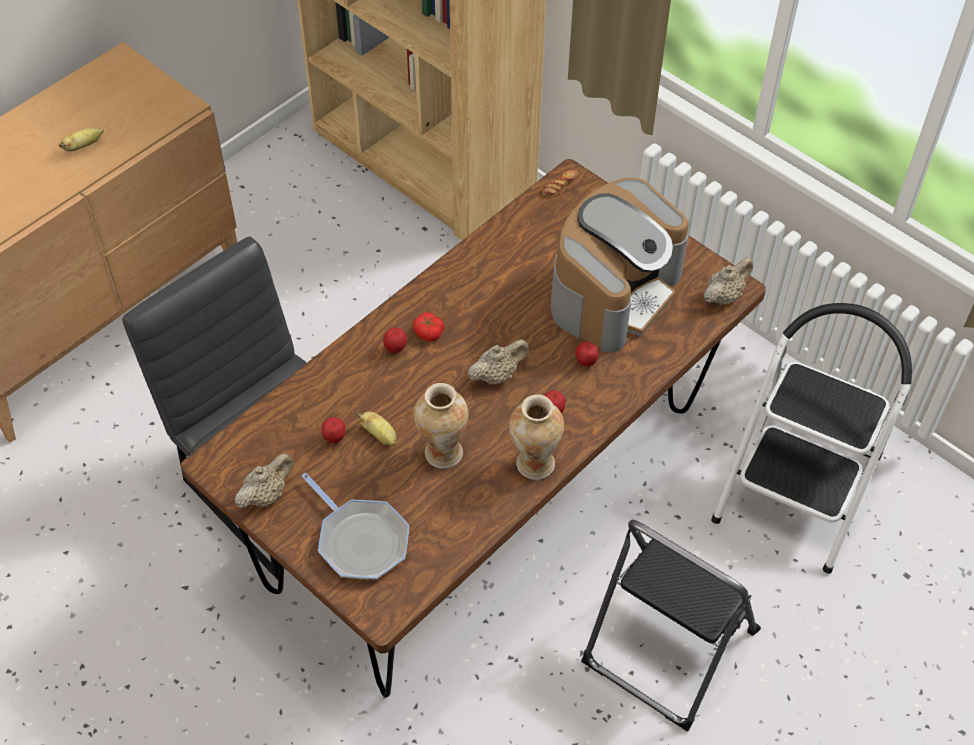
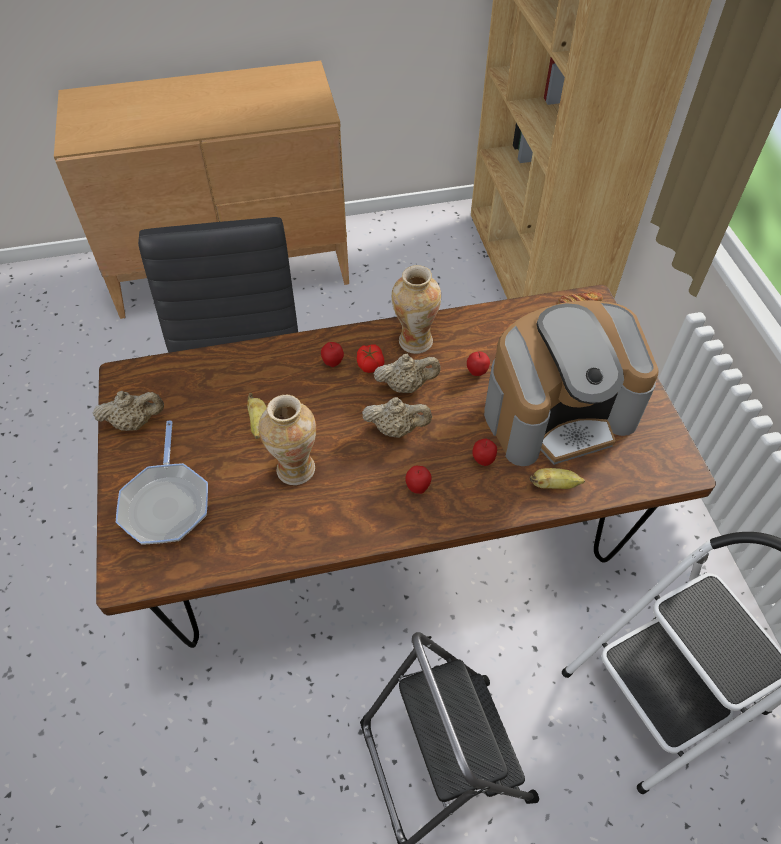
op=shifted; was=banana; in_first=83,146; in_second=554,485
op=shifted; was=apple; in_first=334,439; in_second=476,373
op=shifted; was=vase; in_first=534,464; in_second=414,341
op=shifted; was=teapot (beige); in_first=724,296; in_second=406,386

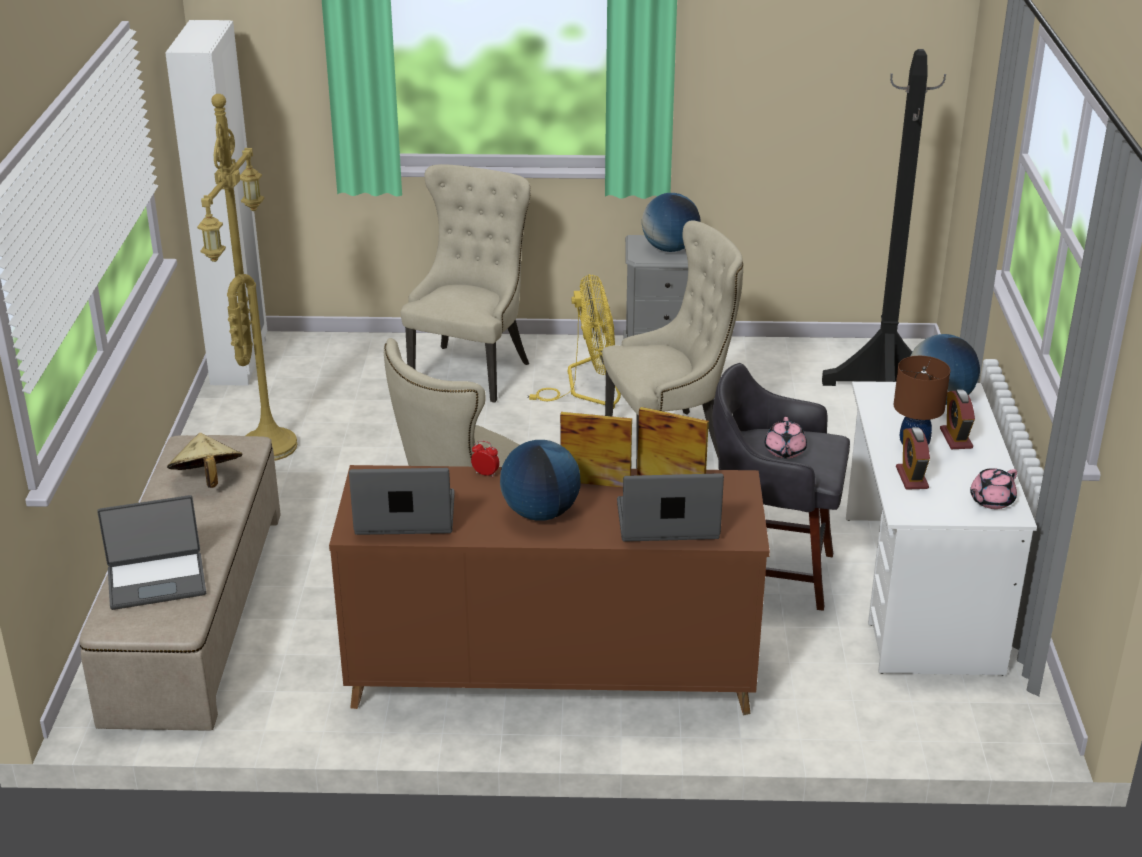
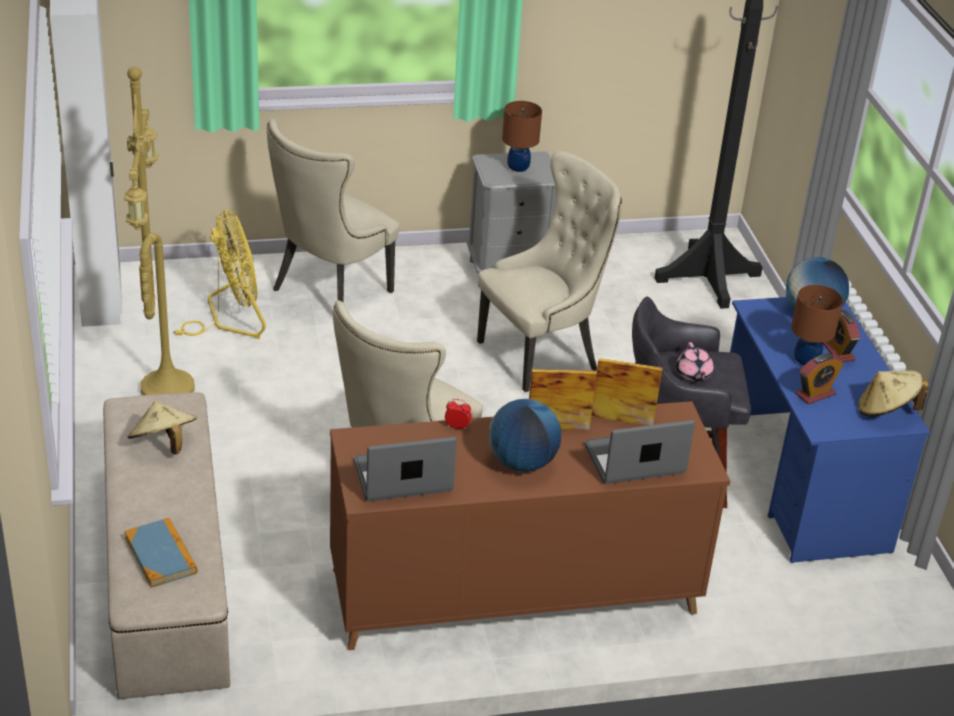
op=shifted; was=fan (yellow); in_first=586,384; in_second=228,314
op=swapped; was=laptop; now=book; in_first=157,581; in_second=161,555
op=swapped; was=globe; now=table lamp (brown); in_first=670,249; in_second=519,168
op=swapped; was=teapot (pink); now=hat (beige); in_first=990,501; in_second=886,411
op=repainted; was=desk (white); now=desk (blue); in_first=919,592; in_second=800,482
op=rotated; was=chair (beige); in_first=470,372; in_second=331,293; clockwise=-150
op=rotated; was=alarm clock; in_first=912,478; in_second=815,394; clockwise=-105

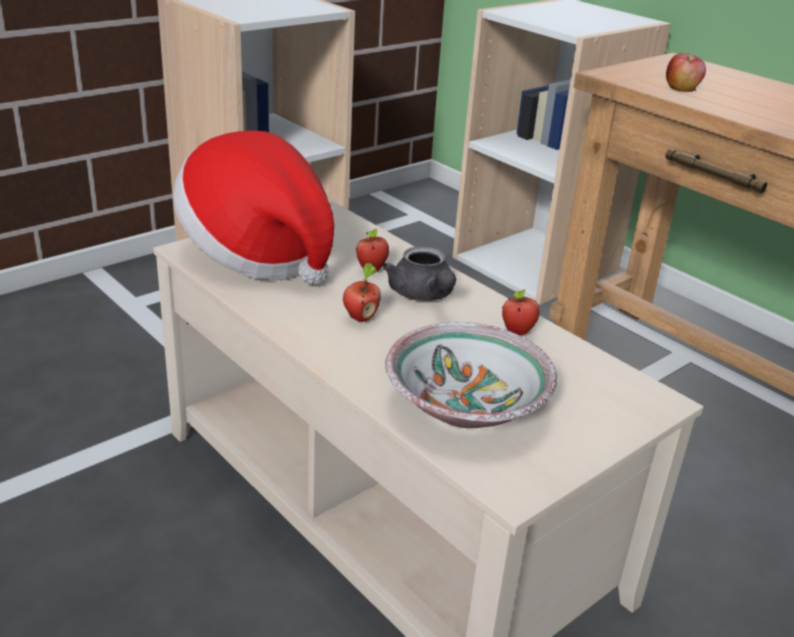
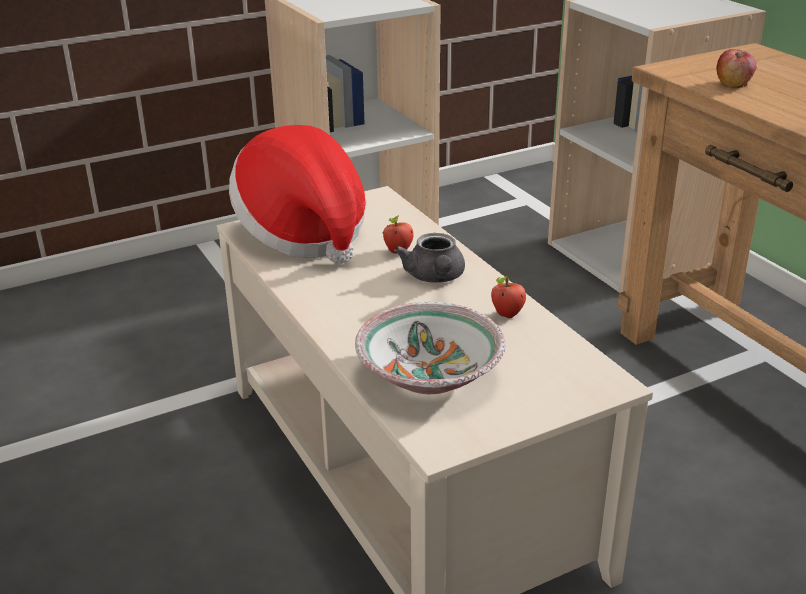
op=gone; was=apple; in_first=360,317

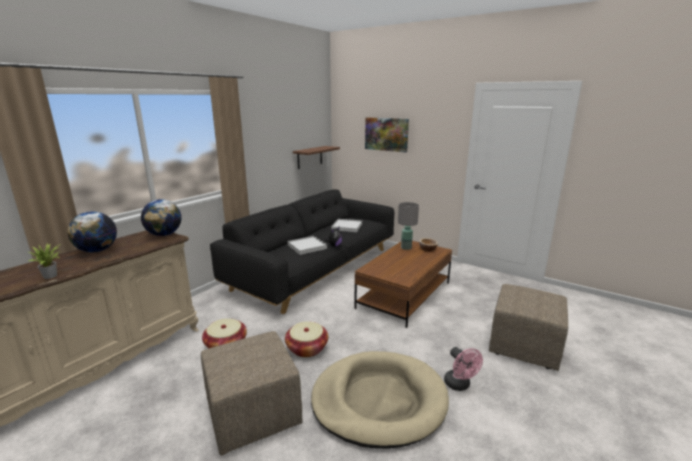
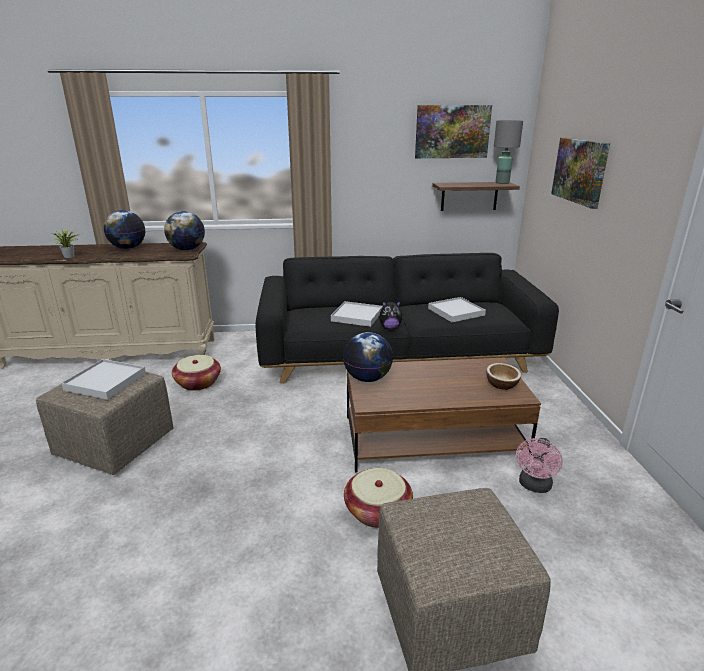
op=gone; was=dog bed (beige); in_first=378,400
op=new; now=tray (white); in_second=105,382
op=new; now=globe; in_second=367,378
op=new; now=picture; in_second=452,131
op=shifted; was=basket; in_first=307,348; in_second=377,511
op=shifted; was=table lamp (grey); in_first=406,248; in_second=501,183
op=shifted; was=fan (pink); in_first=459,385; in_second=534,486

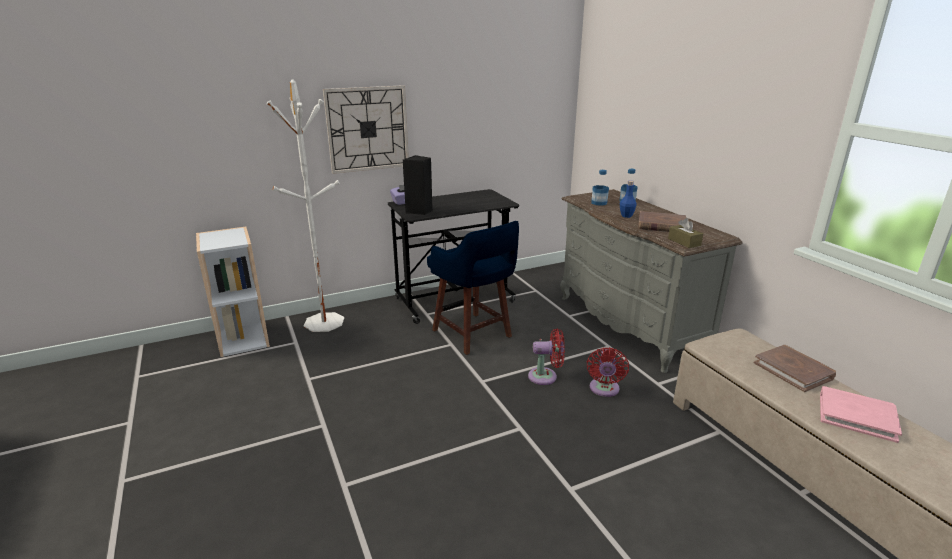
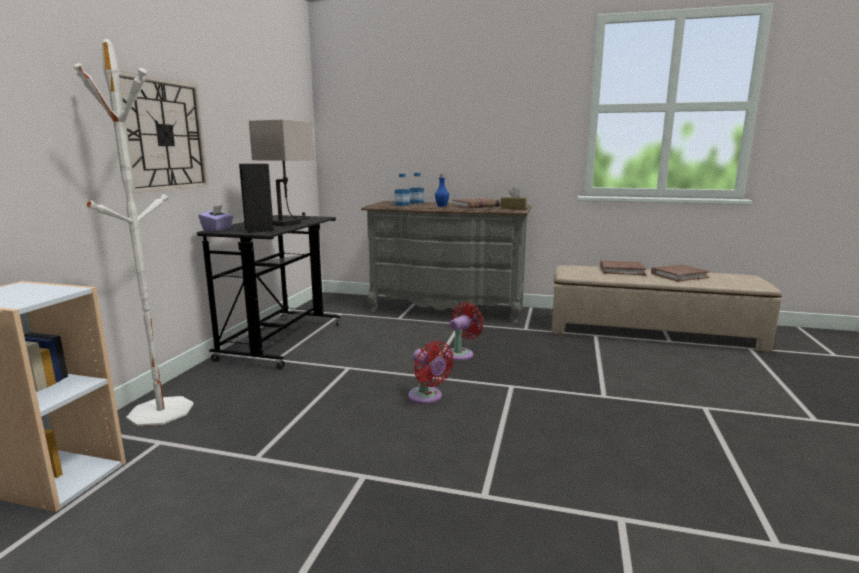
op=gone; was=stool (blue); in_first=473,335
op=new; now=table lamp; in_second=291,221
op=shifted; was=fan (red); in_first=604,390; in_second=427,397
op=repainted; was=book (pink); now=book (brown); in_first=856,416; in_second=679,275

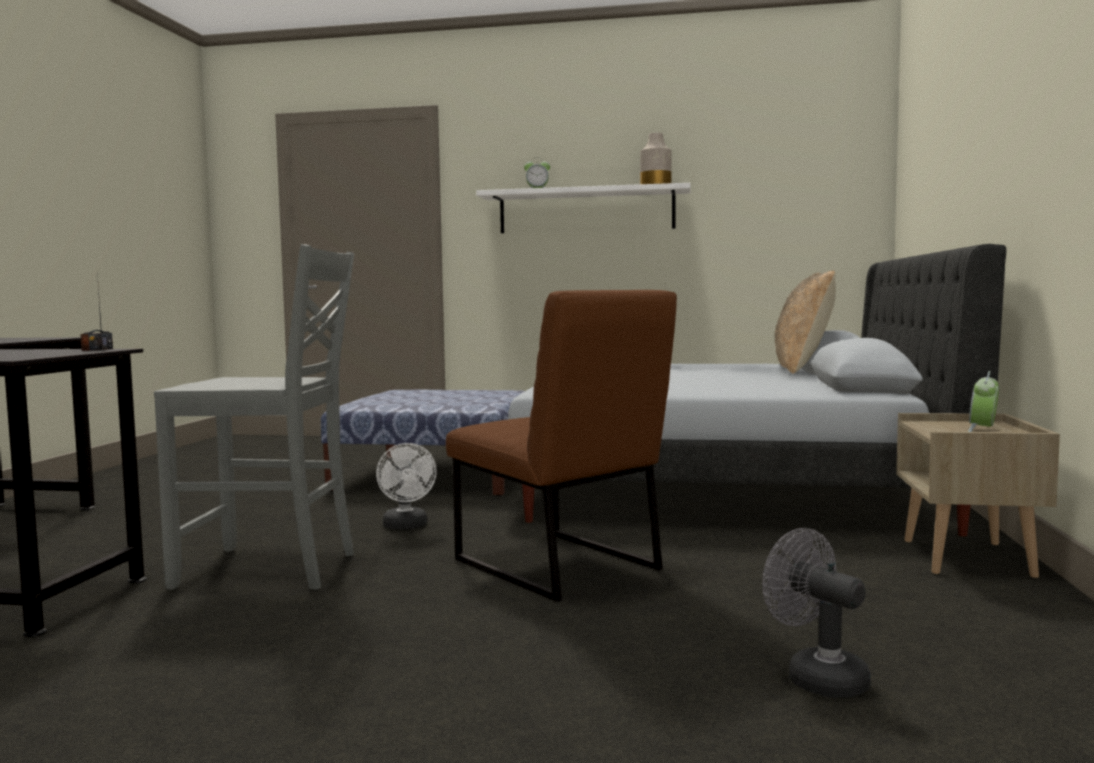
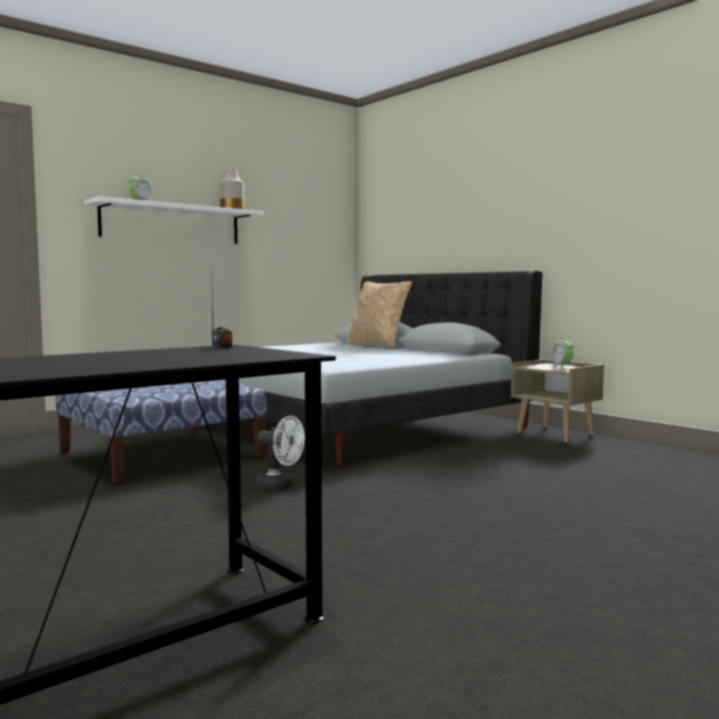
op=gone; was=chair (grey); in_first=270,570
op=gone; was=chair (brown); in_first=559,566
op=gone; was=fan (grey); in_first=816,677

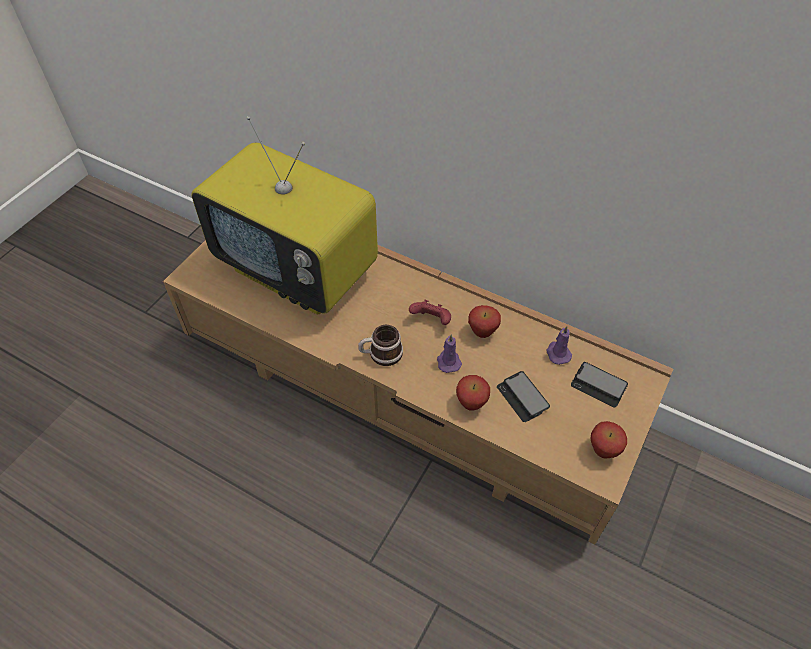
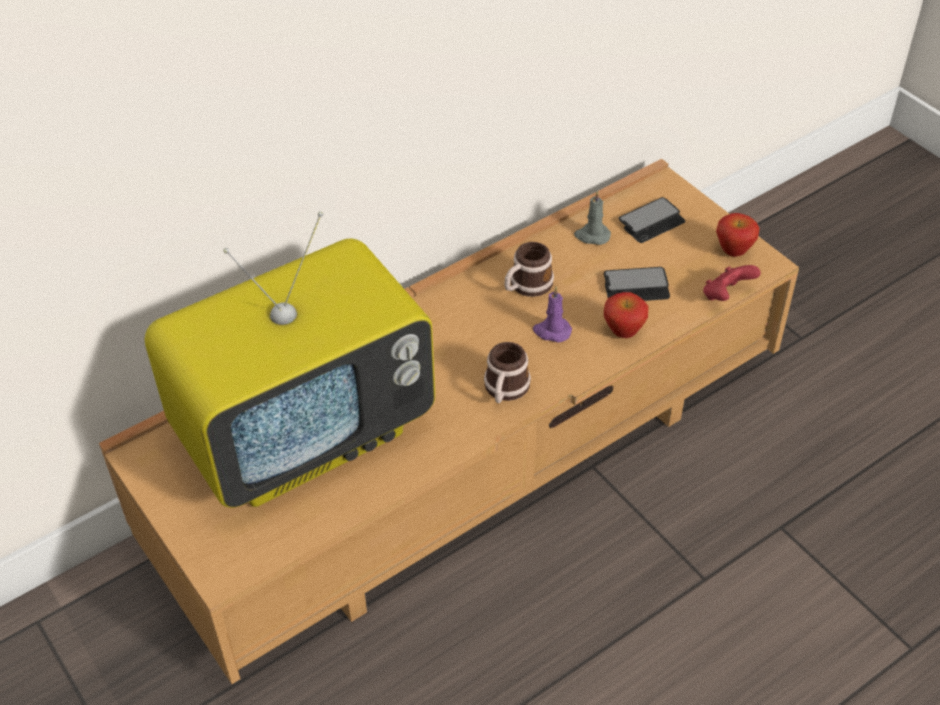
op=shifted; was=game controller (red); in_first=431,320; in_second=726,296
op=swapped; was=apple; now=mug; in_first=482,333; in_second=526,286
op=repainted; was=candle (purple); now=candle (grey); in_first=557,353; in_second=592,235

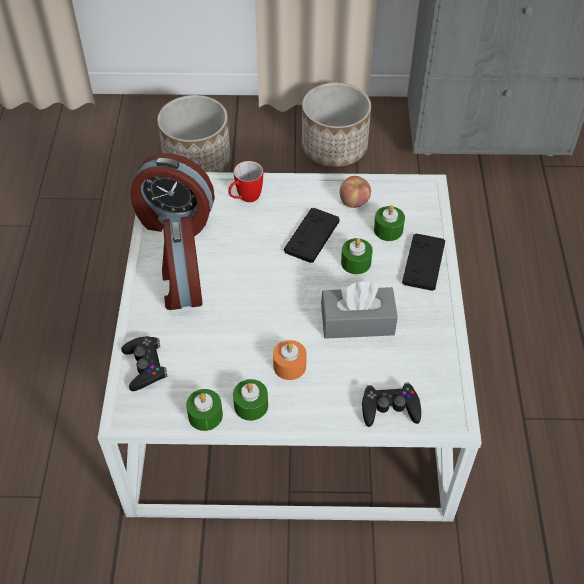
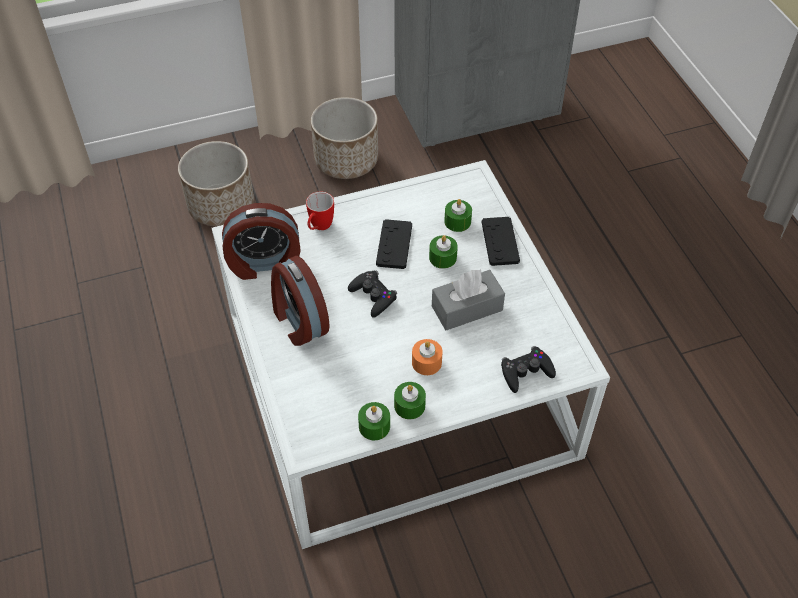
op=gone; was=apple; in_first=354,202
op=shifted; was=game controller (black); in_first=145,366; in_second=373,296

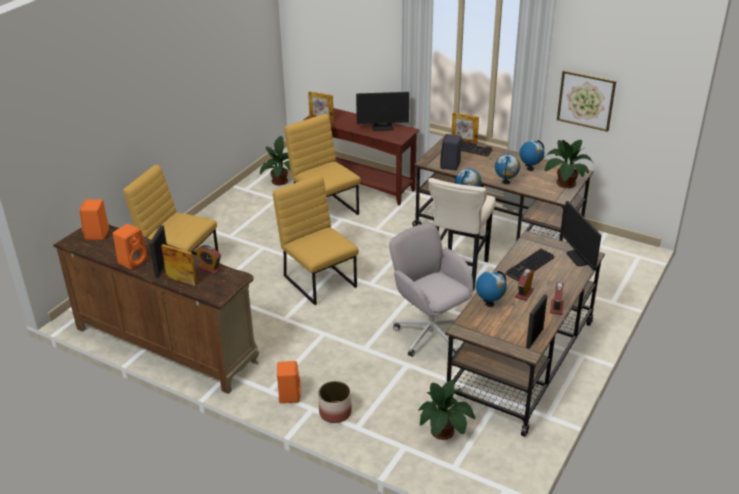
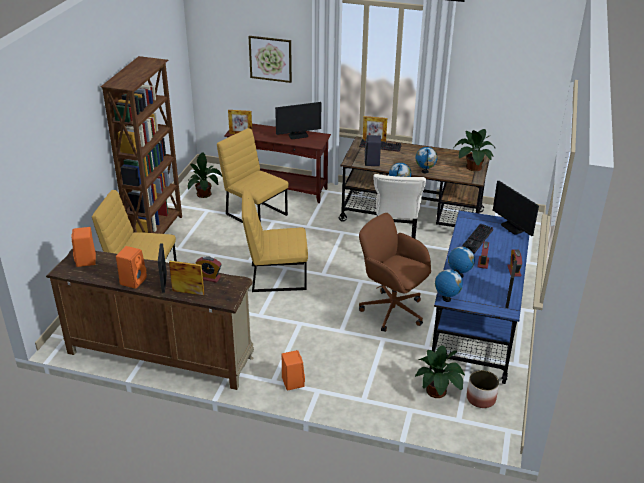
op=new; now=bookcase (brown); in_second=156,232
op=shifted; was=planter; in_first=335,412; in_second=481,398
op=shifted; was=globe; in_first=530,168; in_second=446,299
op=shifted; was=picture; in_first=586,100; in_second=270,58
op=repainted; was=office chair (grey); now=office chair (brown); in_first=430,335; in_second=392,311
op=repainted; was=desk (brown); now=desk (blue); in_first=522,362; in_second=477,322
op=rotated; was=chair (yellow); in_first=319,280; in_second=276,277; clockwise=-45

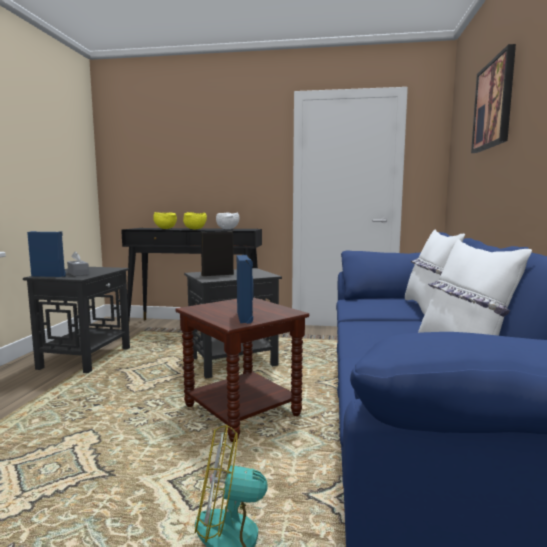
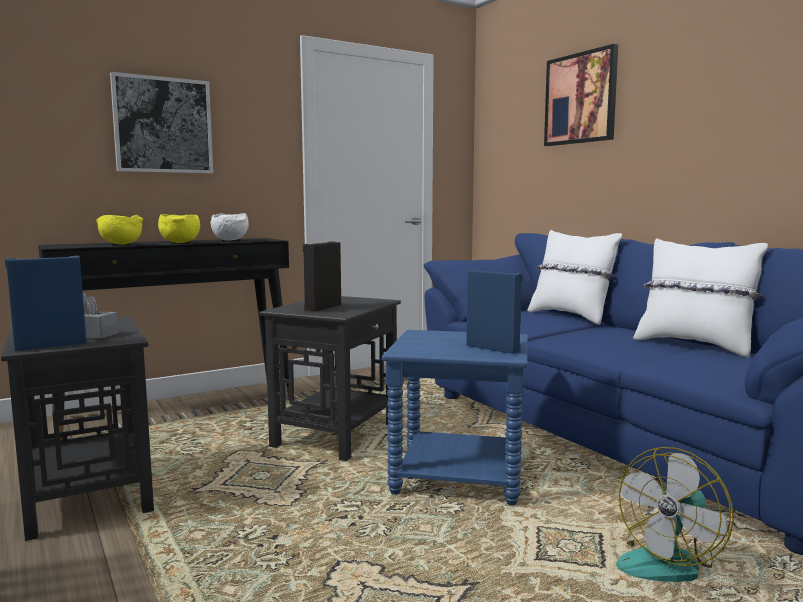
op=new; now=picture; in_second=163,125
op=repainted; was=side table (brown); now=side table (blue); in_first=243,411; in_second=458,477

